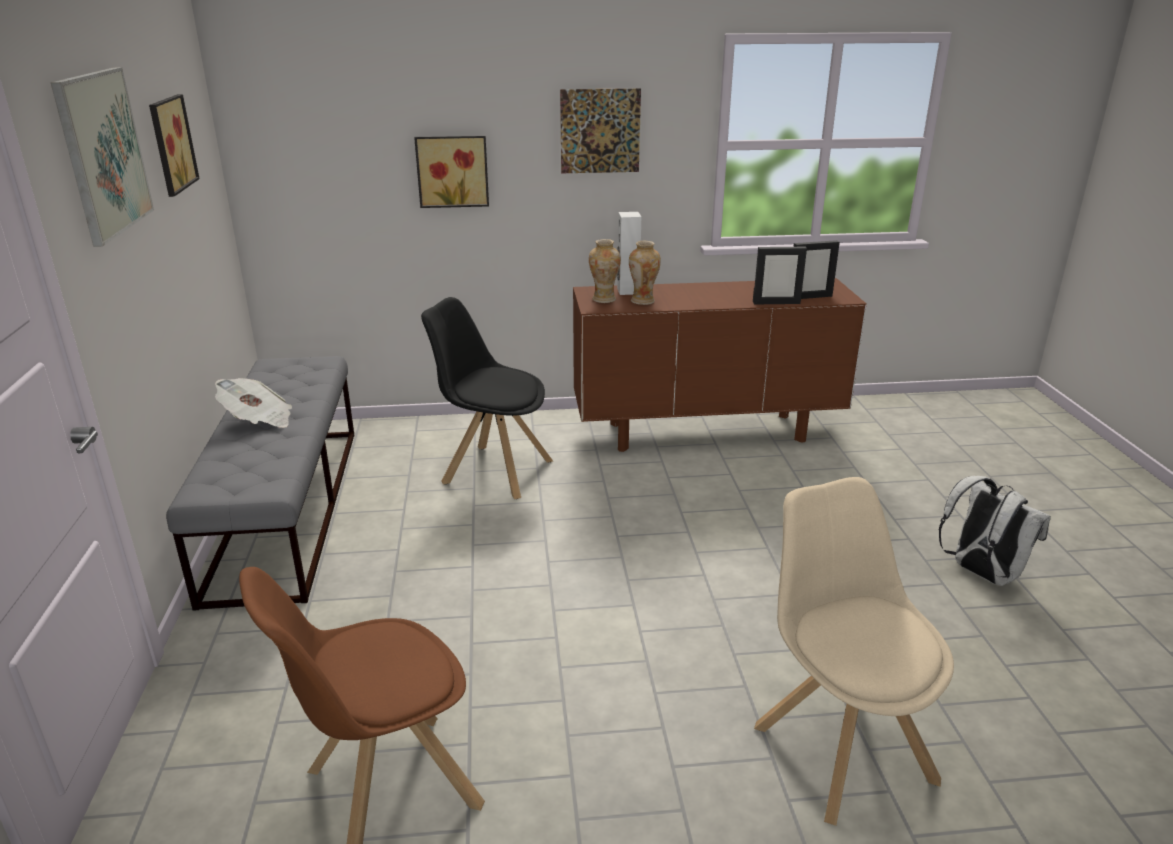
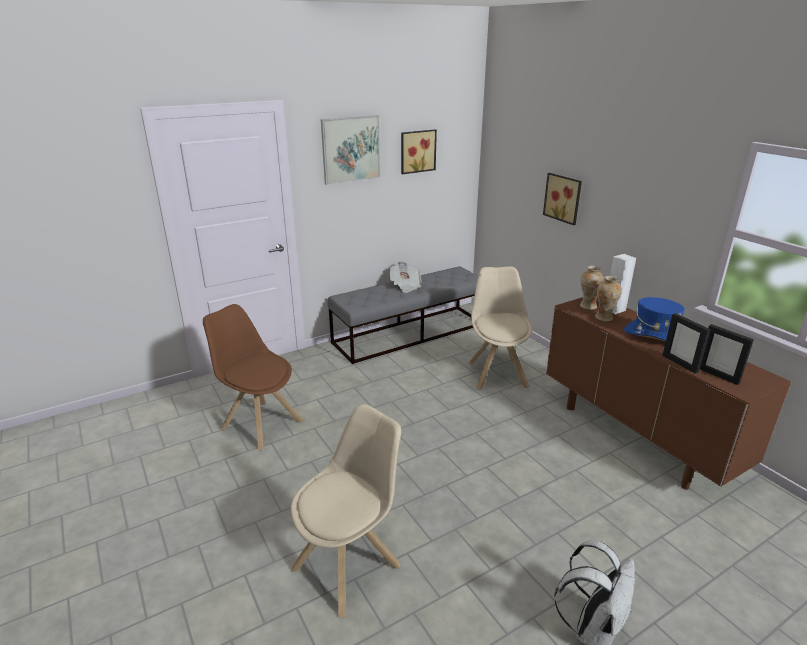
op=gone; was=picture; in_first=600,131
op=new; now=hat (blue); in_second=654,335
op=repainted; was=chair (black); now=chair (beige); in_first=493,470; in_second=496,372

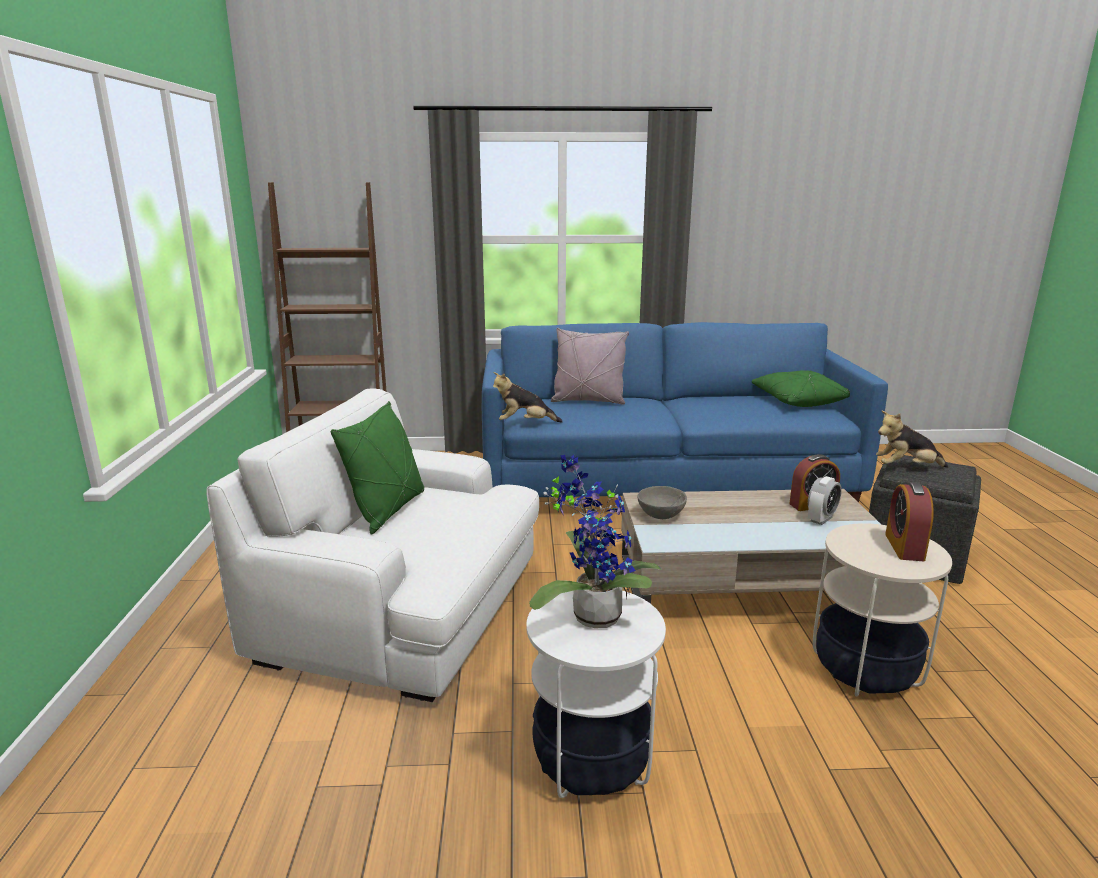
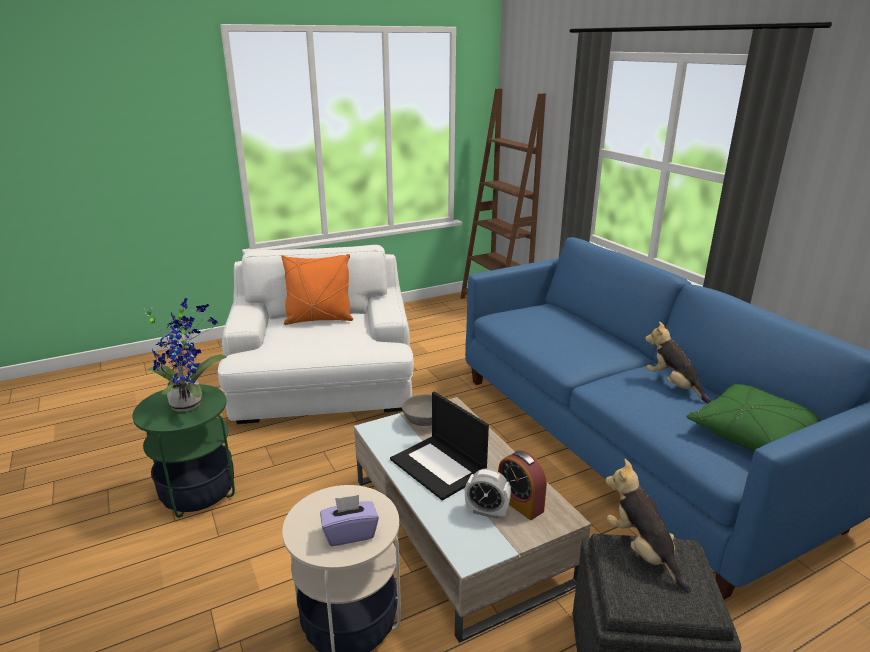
op=gone; was=pillow (purple); in_first=588,401
op=new; now=laptop; in_second=439,467
op=shifted; was=plush toy; in_first=524,423; in_second=673,386
op=swapped; was=alarm clock; now=tissue box (purple); in_first=904,547; in_second=350,533
op=repainted; was=pillow (green); now=pillow (orange); in_first=387,510; in_second=319,319
op=repainted; was=side table (white); now=side table (green); in_first=592,762; in_second=198,494

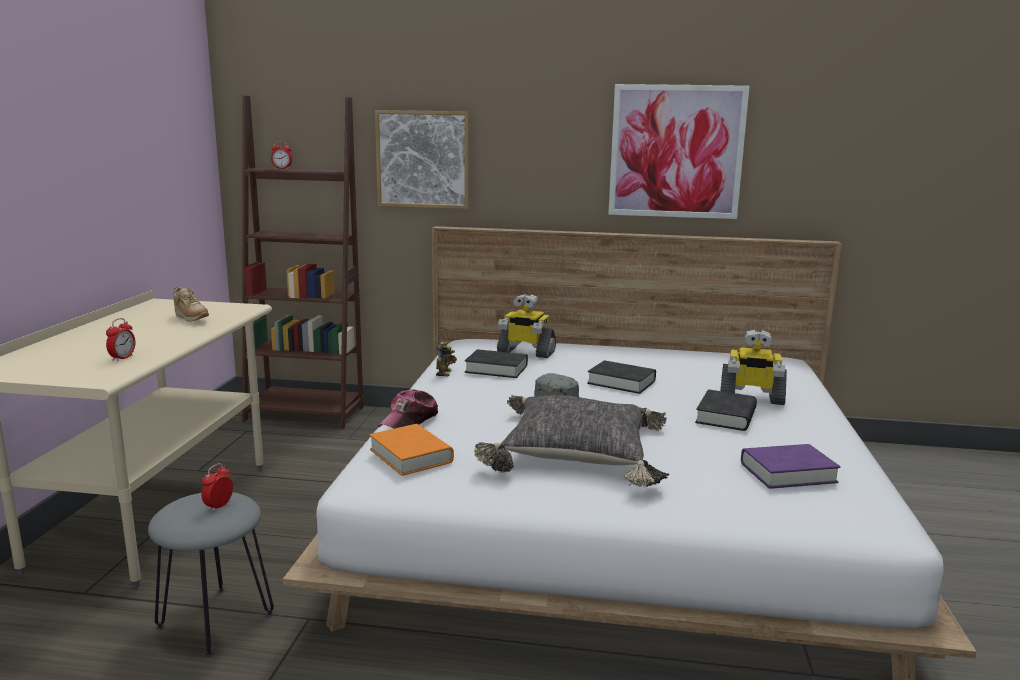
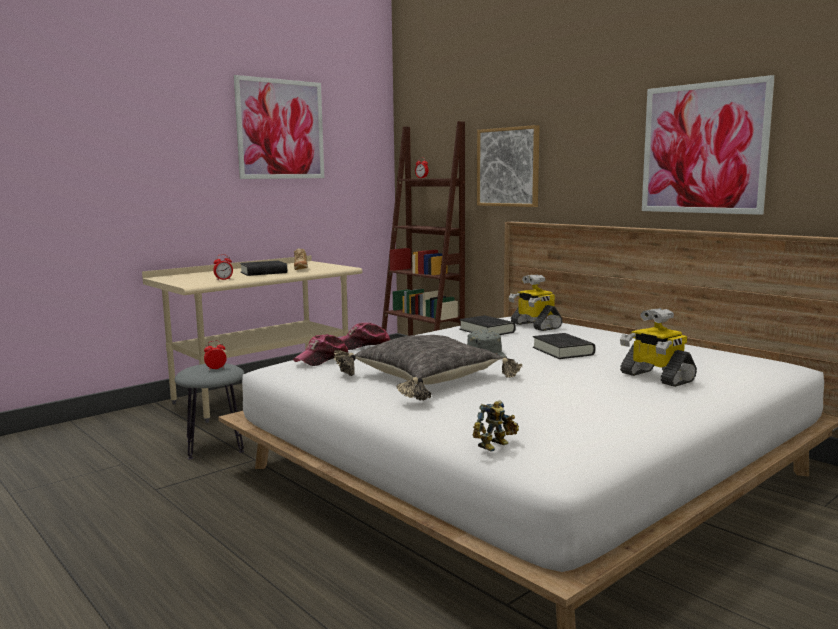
op=gone; was=book (purple); in_first=787,473
op=new; now=picture; in_second=280,129
op=shifted; was=toy robot; in_first=445,373; in_second=496,446
op=shifted; was=book (black); in_first=726,416; in_second=263,272
op=swapped; was=book (orange); now=cap; in_first=411,456; in_second=322,359

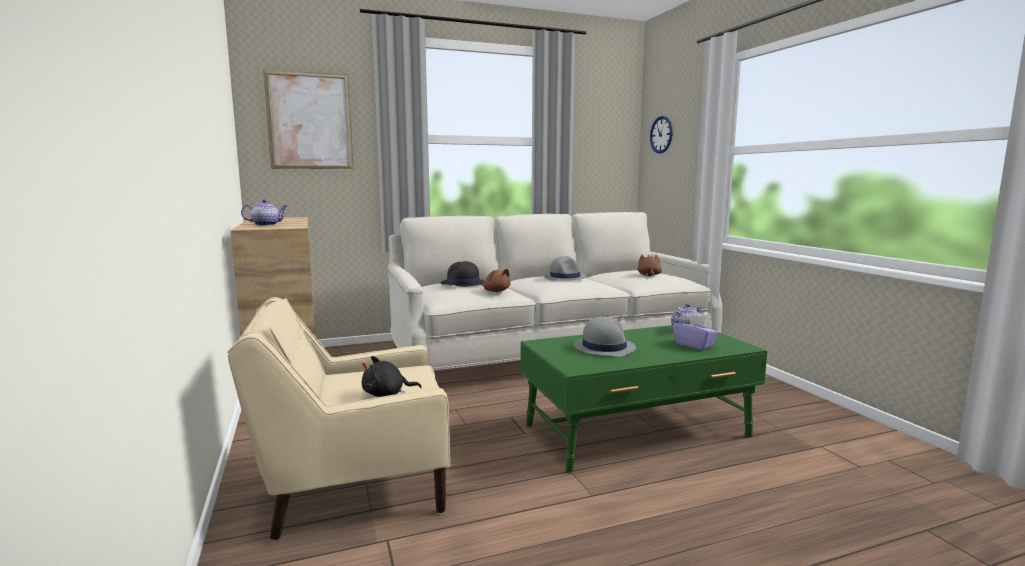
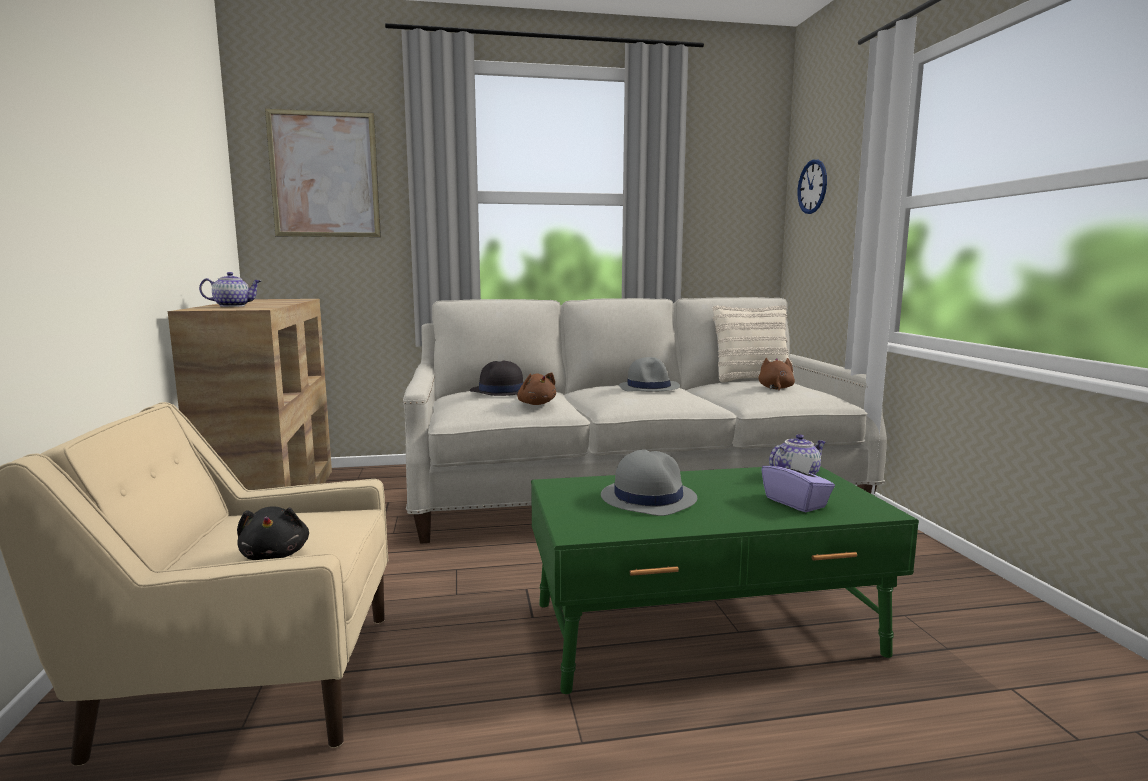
op=new; now=pillow (beige); in_second=751,379
op=rotated; was=plush toy (black); in_first=387,395; in_second=275,555; clockwise=-105

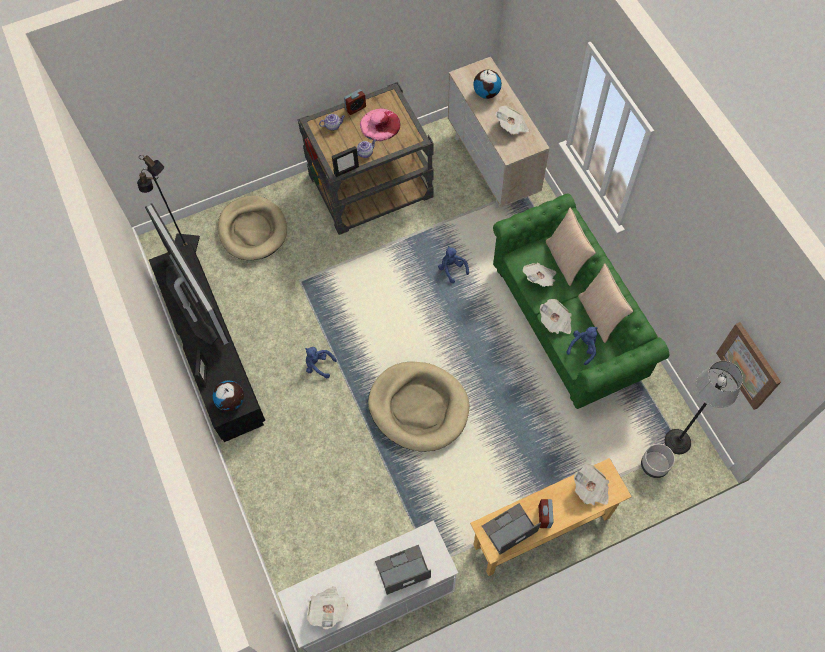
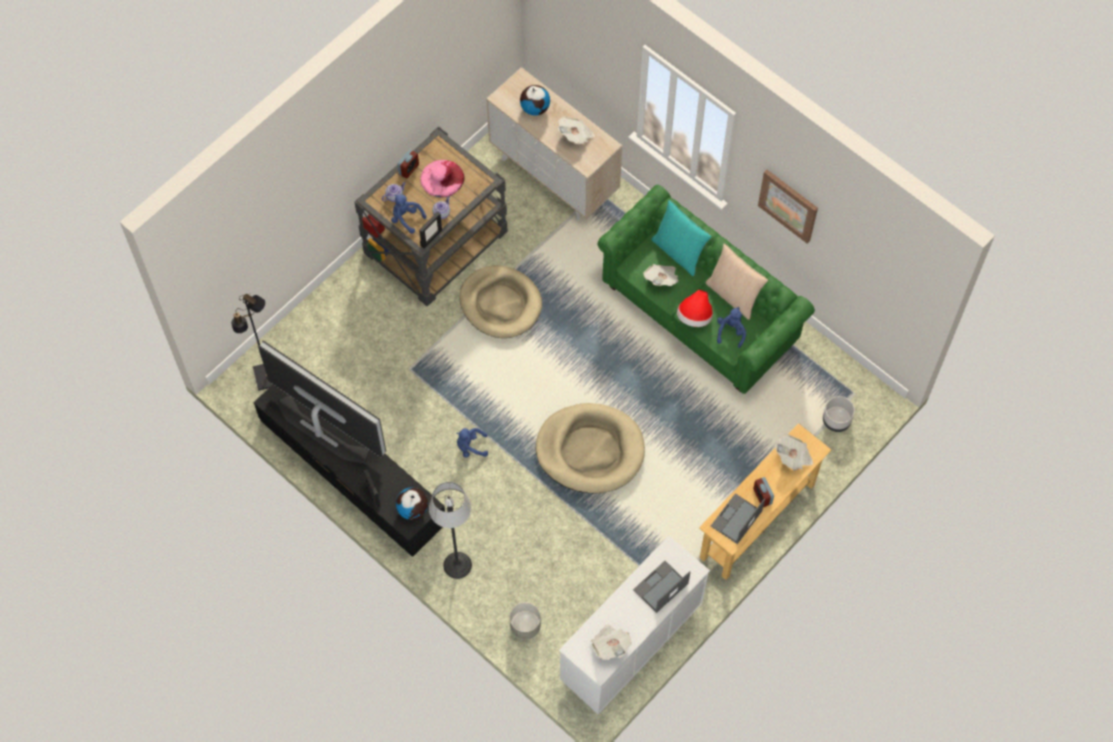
op=new; now=planter (grey); in_second=525,626
op=shifted; was=dog bed (beige); in_first=253,230; in_second=500,303
op=shifted; was=plush toy (blue); in_first=452,269; in_second=406,218
op=shifted; was=floor lamp; in_first=677,441; in_second=457,565
op=shifted; was=picture; in_first=749,365; in_second=788,205
op=swapped; was=newspaper; now=hat; in_first=555,322; in_second=694,316
op=repainted; was=pillow (beige); now=pillow (turquoise); in_first=566,260; in_second=679,252

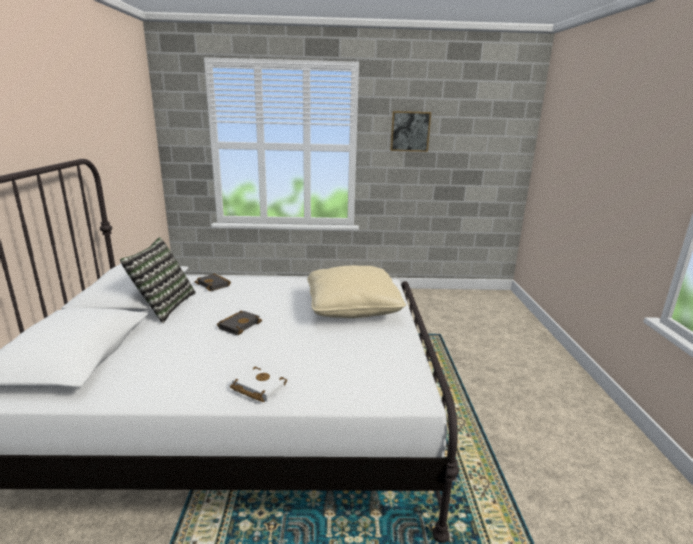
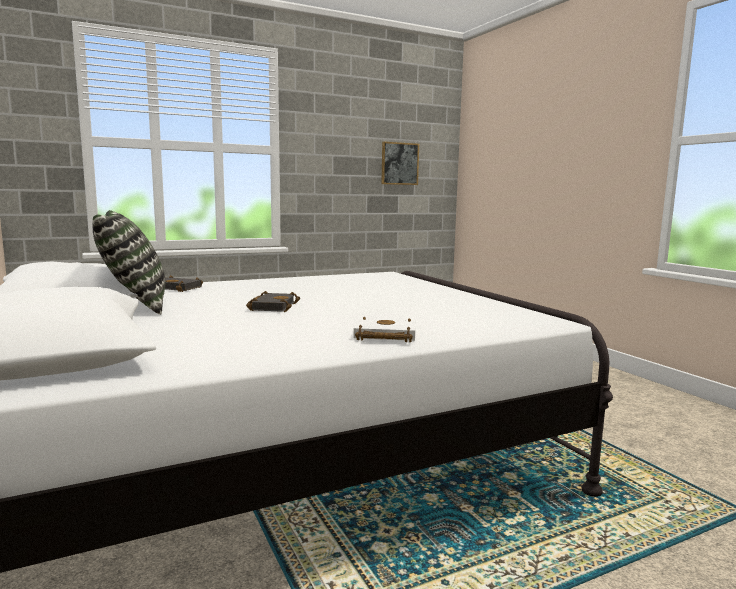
op=gone; was=pillow (beige); in_first=352,307
op=shifted; was=picture; in_first=410,131; in_second=399,163

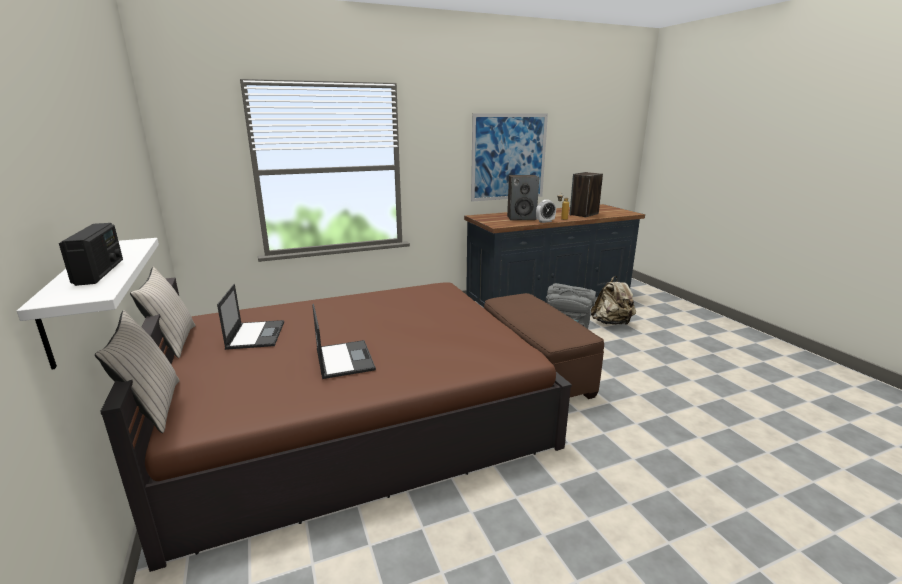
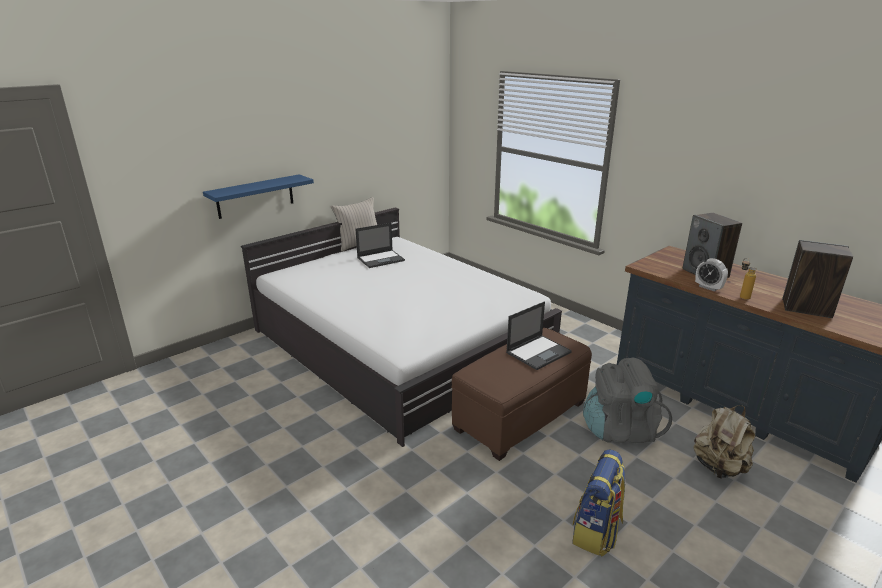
op=gone; was=radio; in_first=100,272
op=gone; was=pillow (beige); in_first=152,408
op=gone; was=picture; in_first=509,157
op=new; now=backpack; in_second=596,532
op=shifted; was=laptop; in_first=344,359; in_second=539,352
op=repainted; was=shelf (white); now=shelf (blue); in_first=73,299; in_second=255,196
op=repainted; was=bed (brown); now=bed (white); in_first=355,413; in_second=399,343

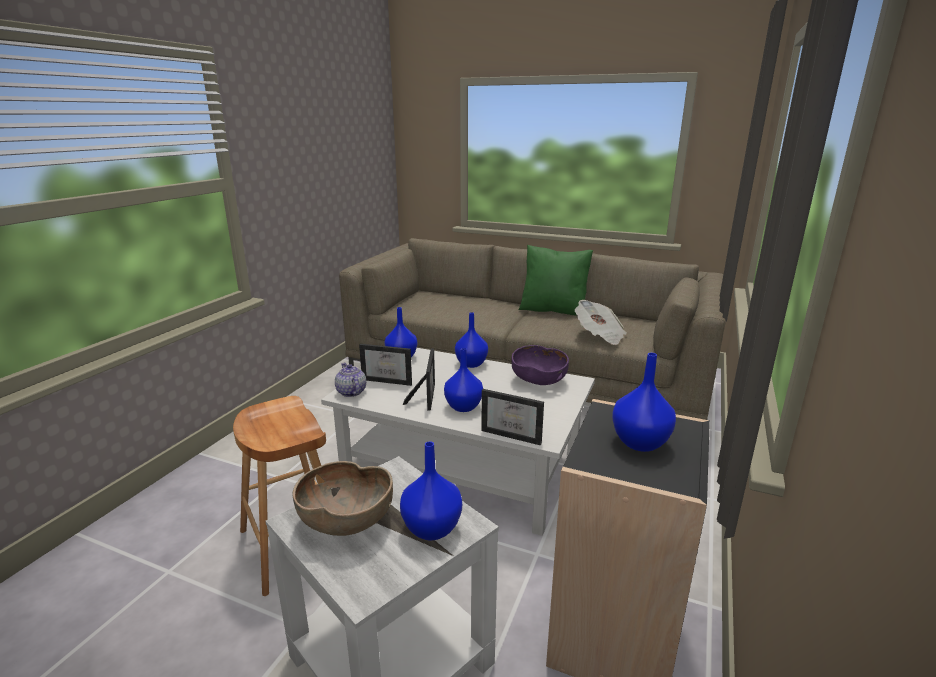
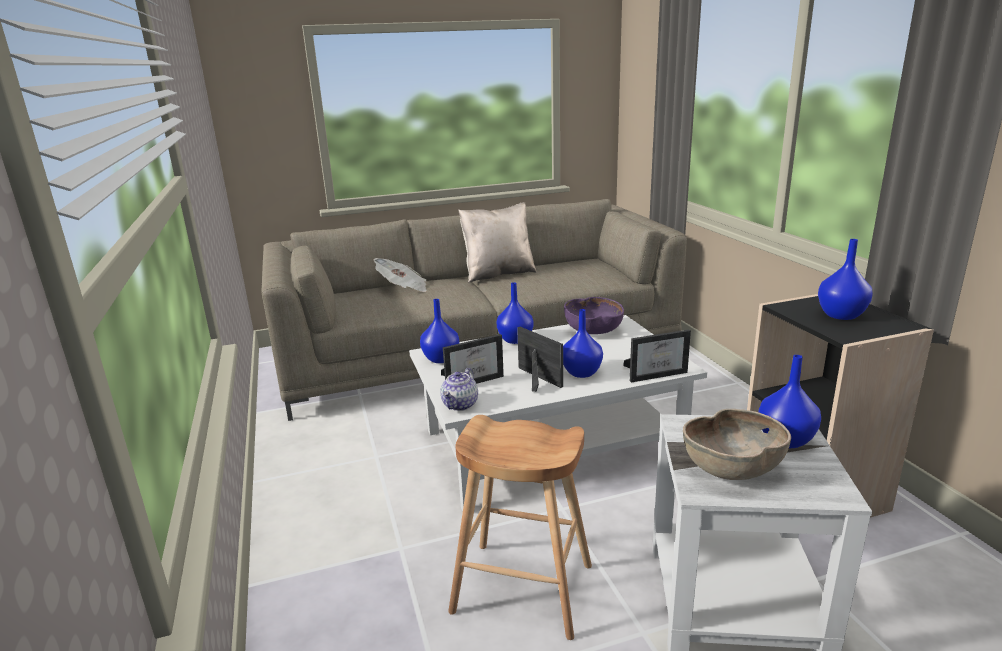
op=shifted; was=newspaper; in_first=599,335; in_second=403,288
op=repainted; was=pillow (green); now=pillow (beige); in_first=553,310; in_second=498,274
op=rotated; was=teapot; in_first=350,392; in_second=460,405; clockwise=-90

